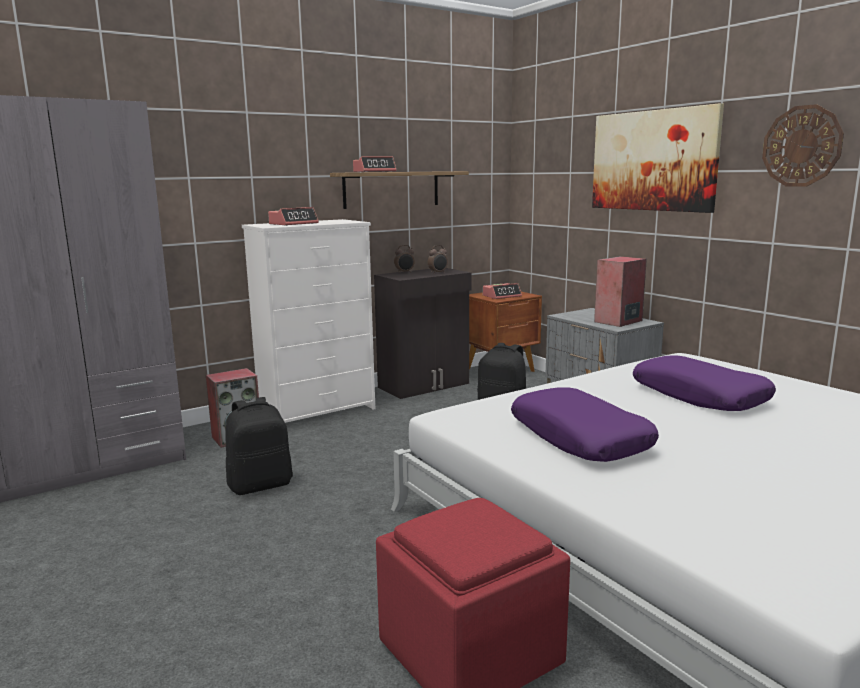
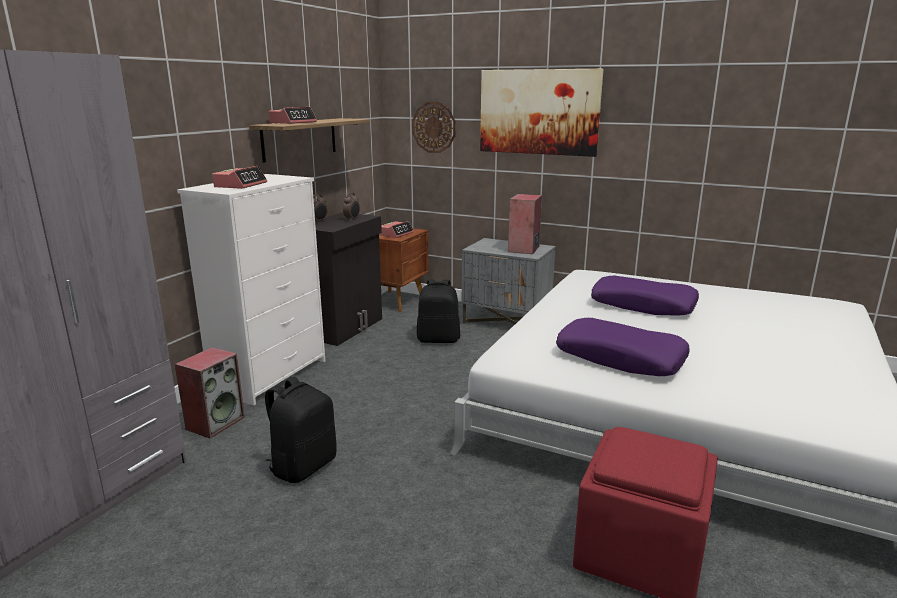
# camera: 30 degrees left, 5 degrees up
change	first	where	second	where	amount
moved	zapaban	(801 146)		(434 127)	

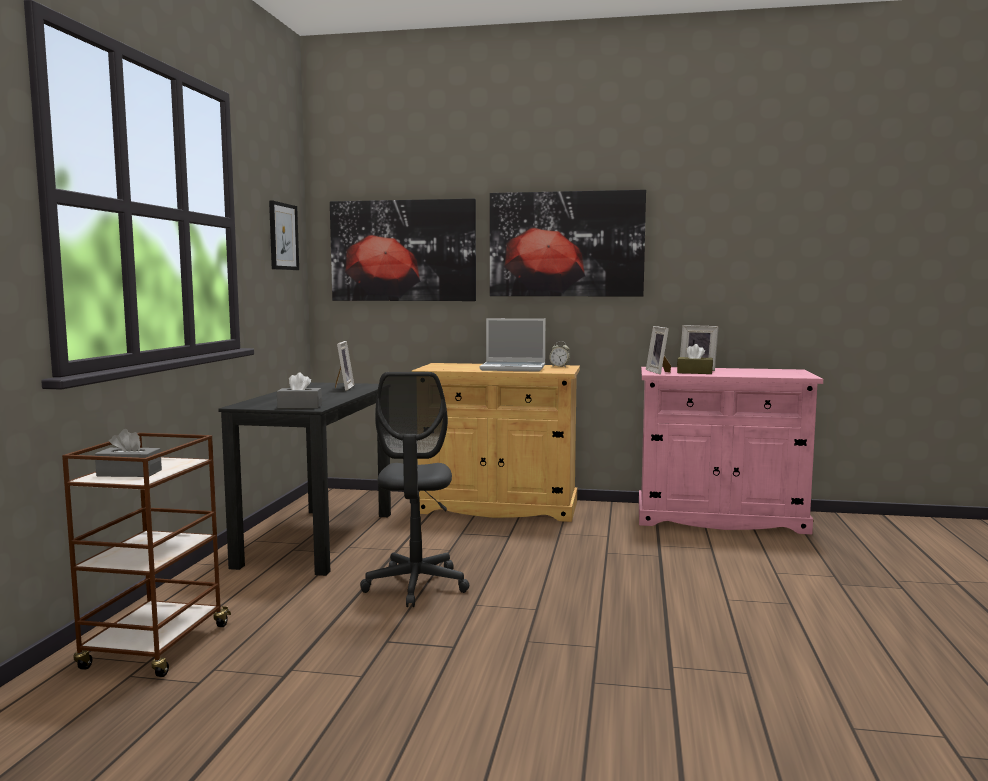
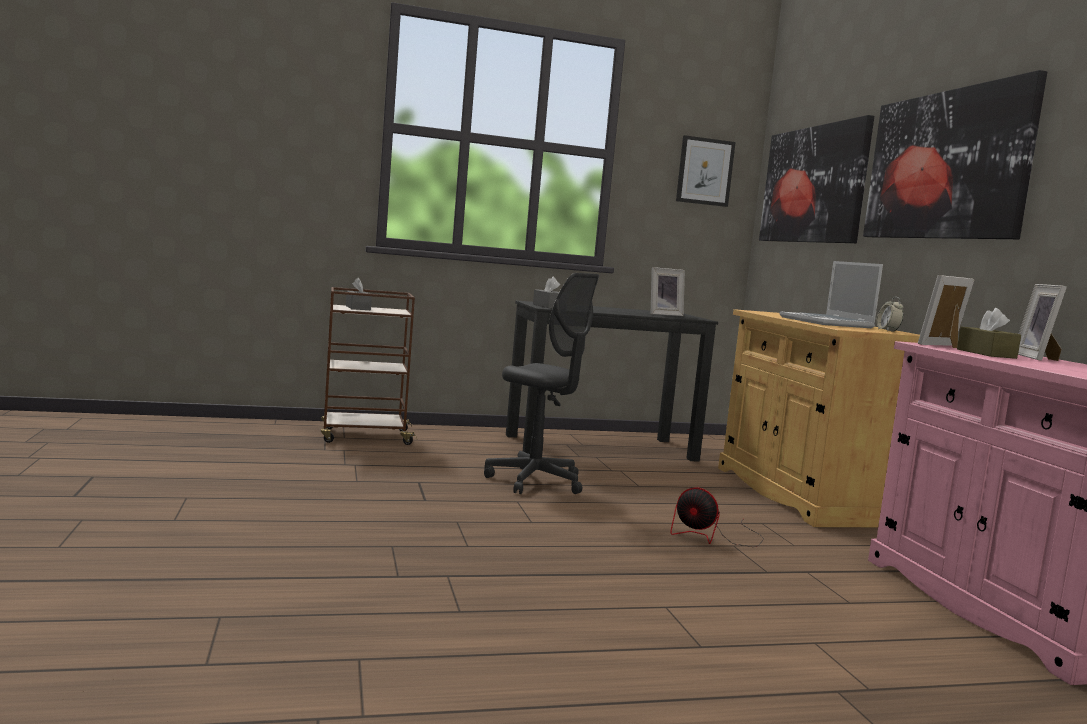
# camera: 65 degrees right, 0 degrees up
change	first	where	second	where	amount
turned	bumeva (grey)	(416 586)		(535 481)	120 degrees counterclockwise
added			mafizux	(713 536)	

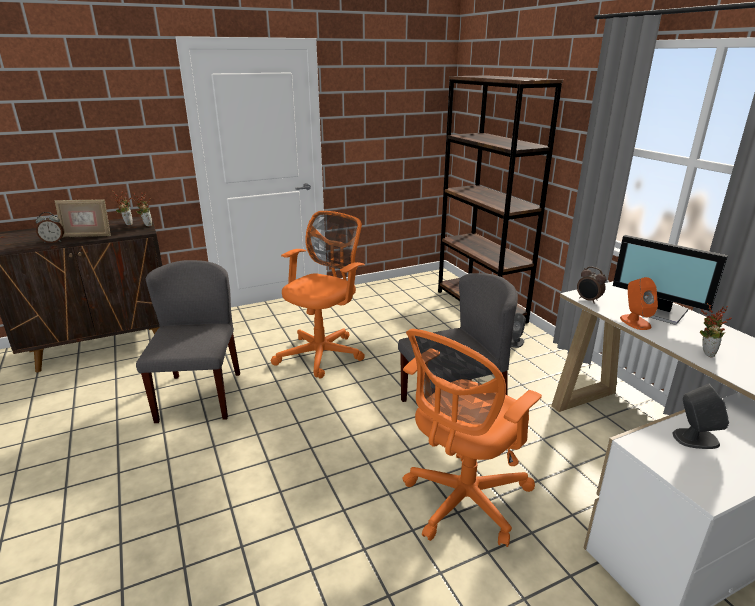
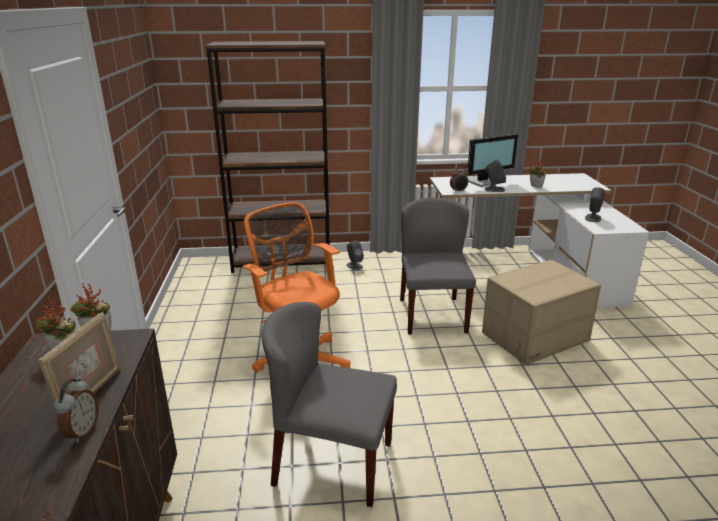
# camera: 70 degrees left, 0 degrees up
change	first	where	second	where	amount
recoloured	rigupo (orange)	(635 322)	rigupo (grey)	(494 189)	
replaced	bumeva (orange)	(462 502)	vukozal	(535 337)	

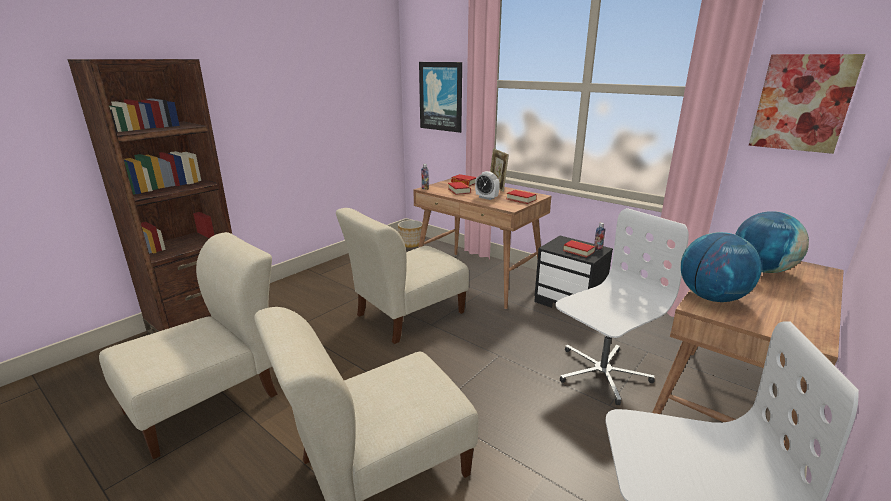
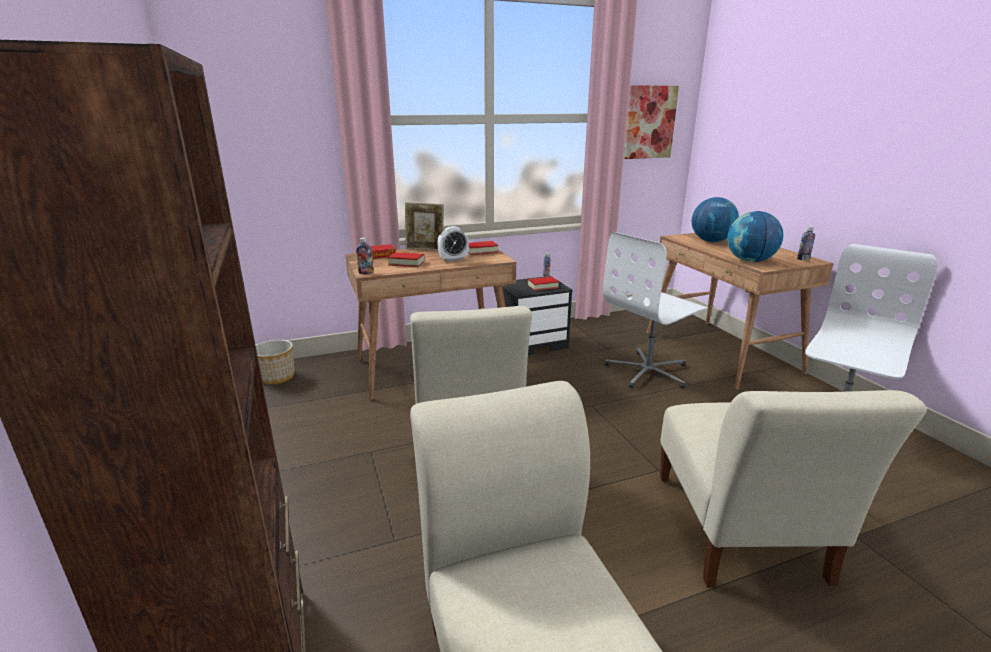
# camera: 60 degrees left, 0 degrees up
change	first	where	second	where	amount
removed	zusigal	(441 96)			
turned	bumeva (white)	(601 372)		(648 371)	120 degrees counterclockwise
added			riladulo	(803 259)	

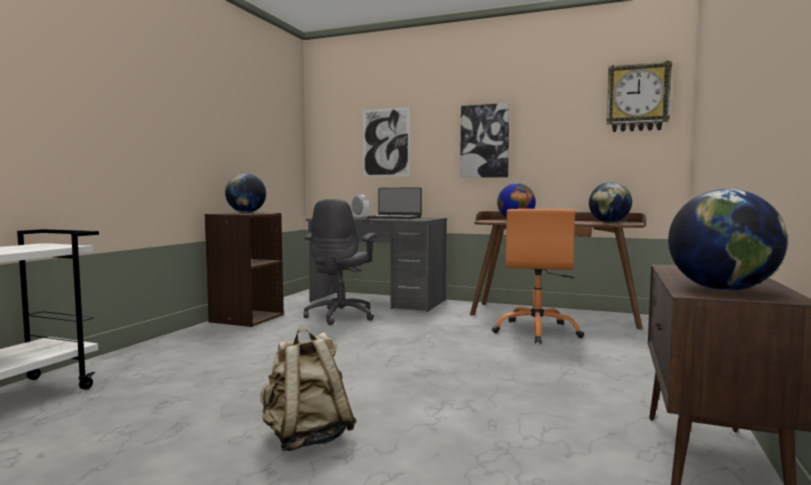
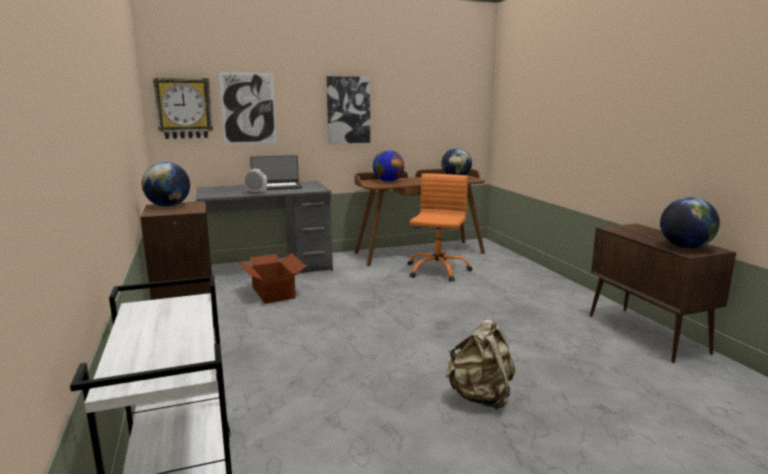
# camera: 40 degrees left, 10 degrees up
change	first	where	second	where	amount
moved	zapaban	(638 98)		(184 108)	
replaced	bumeva (grey)	(341 316)	vukozal	(273 293)	
turned	bumeva (orange)	(537 331)		(437 270)	135 degrees counterclockwise

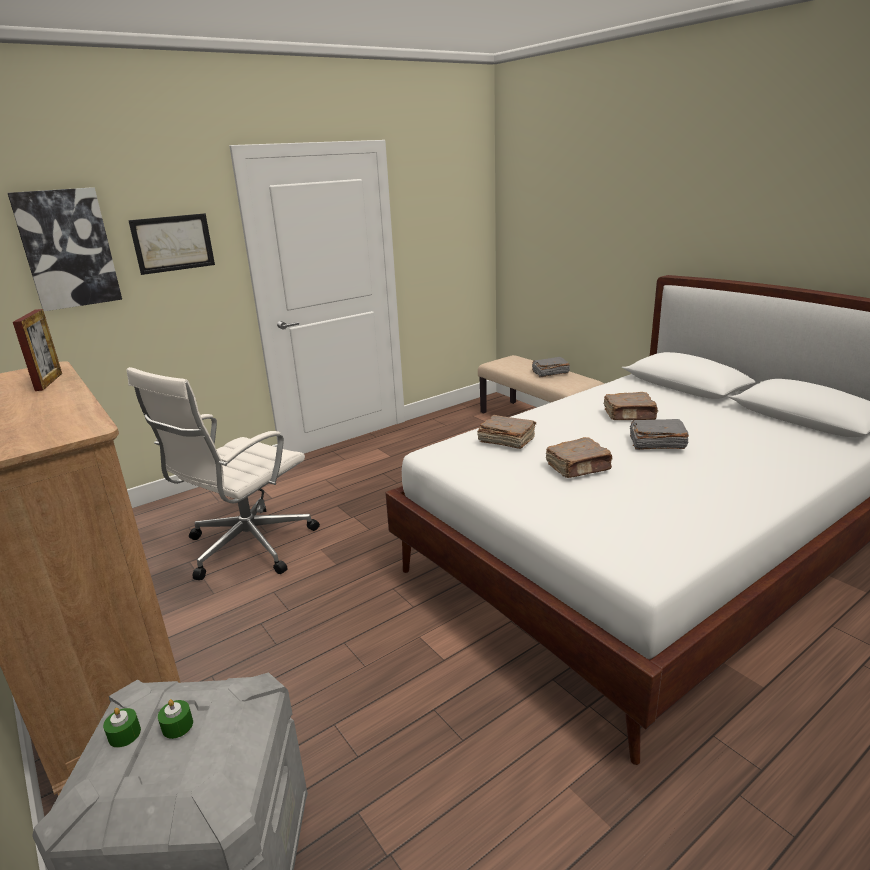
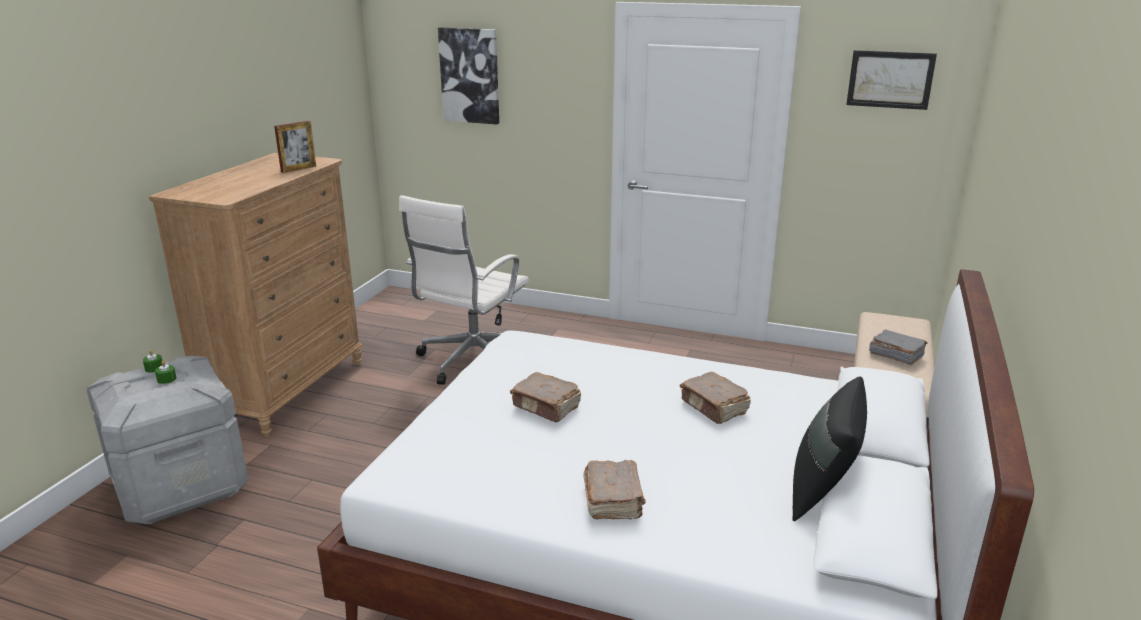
# camera: 55 degrees right, 0 degrees up
change	first	where	second	where	amount
moved	zusigal	(173 243)		(890 79)	
turned	bumeva (white)	(246 547)		(472 361)	60 degrees counterclockwise
moved	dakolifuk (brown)	(506 440)		(613 500)	
removed	dakolifuk (grey)	(656 444)			
added			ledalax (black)	(822 493)	

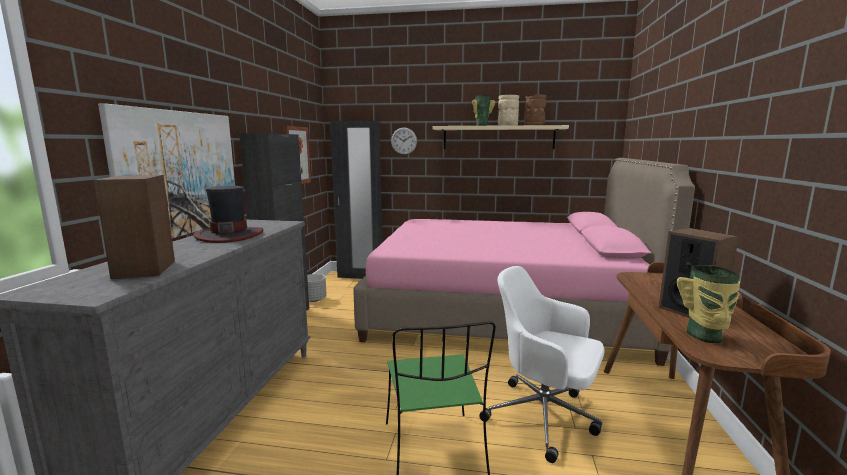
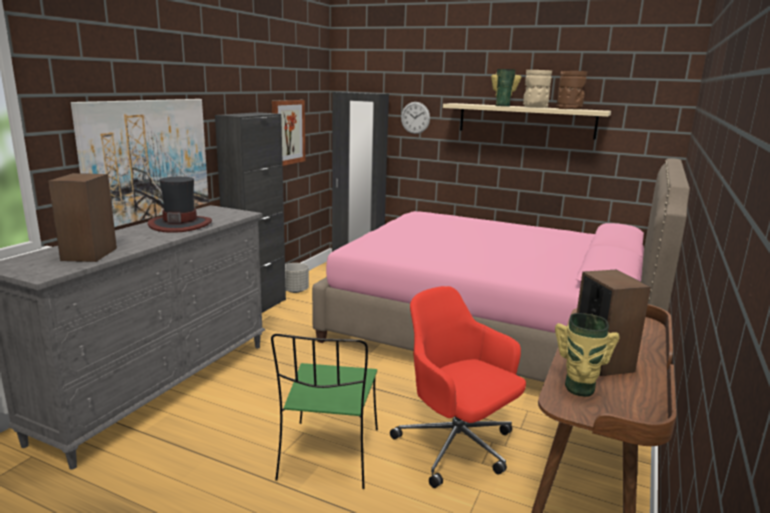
# camera: 15 degrees right, 5 degrees up
change	first	where	second	where	amount
recoloured	bumeva (white)	(544 417)	bumeva (red)	(457 447)	

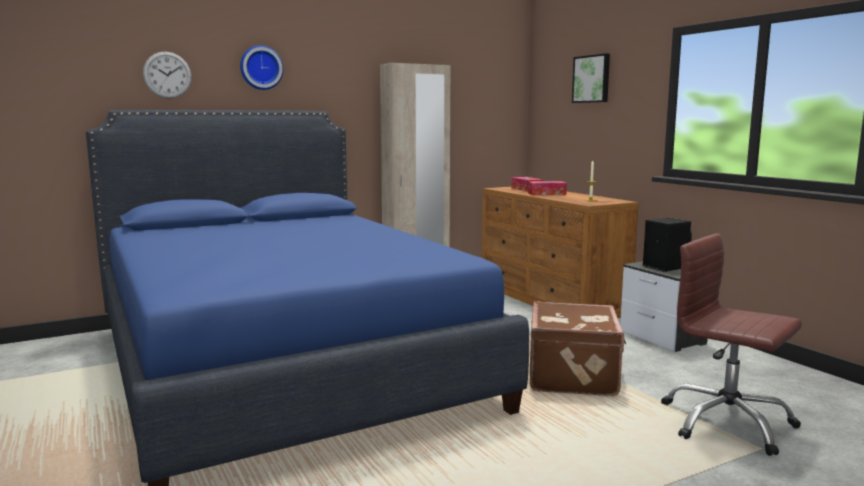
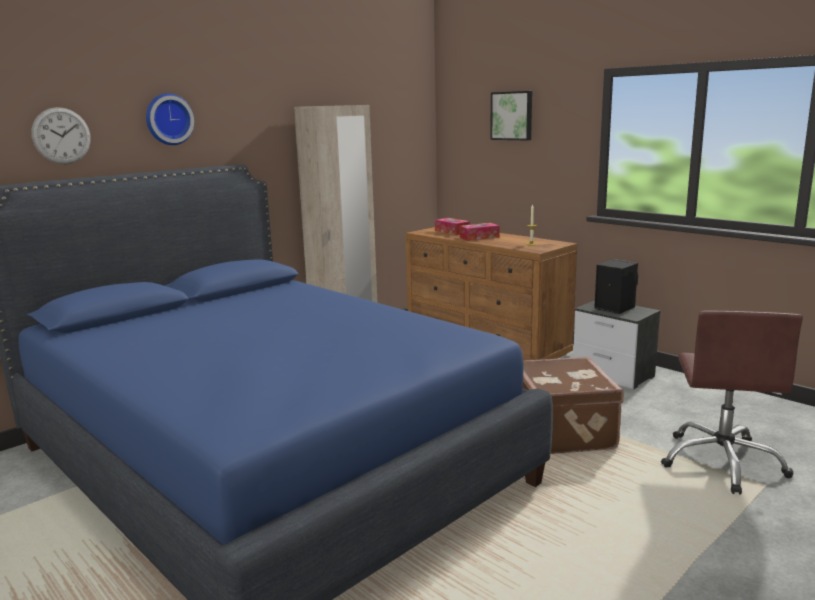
# camera: 15 degrees left, 5 degrees up
change	first	where	second	where	amount
turned	bumeva (brown)	(726 423)		(722 462)	105 degrees counterclockwise

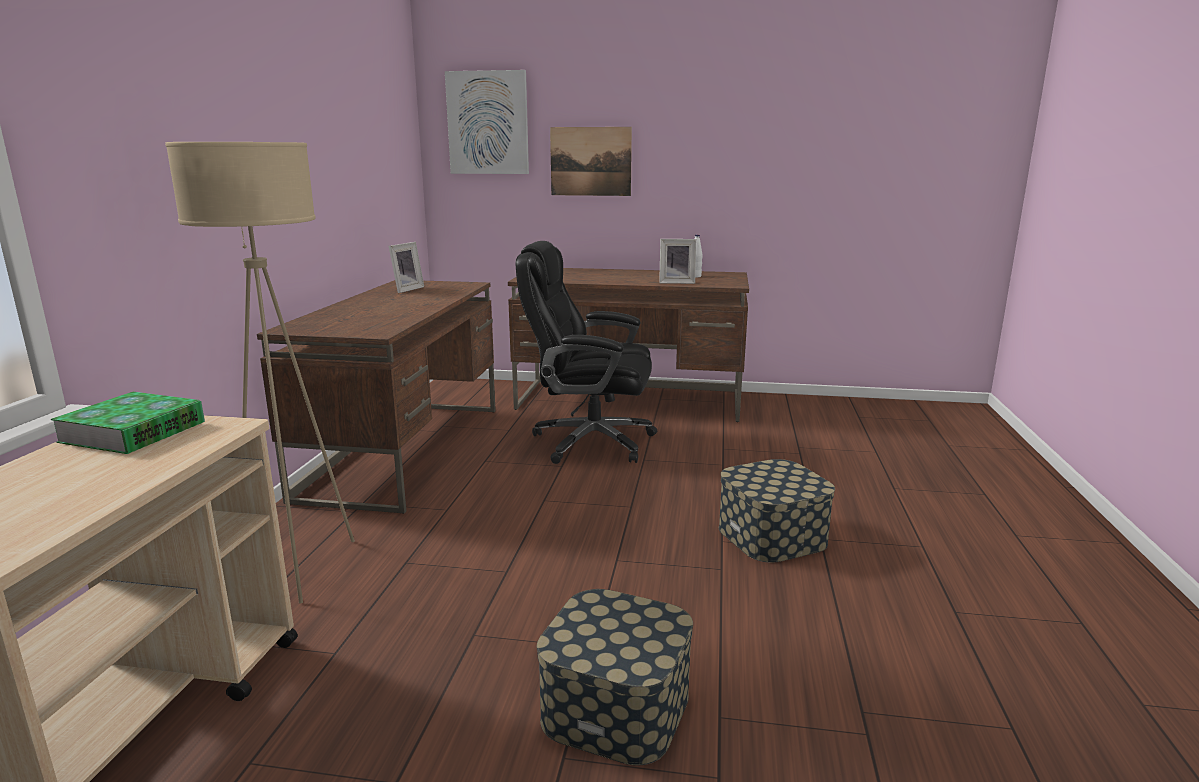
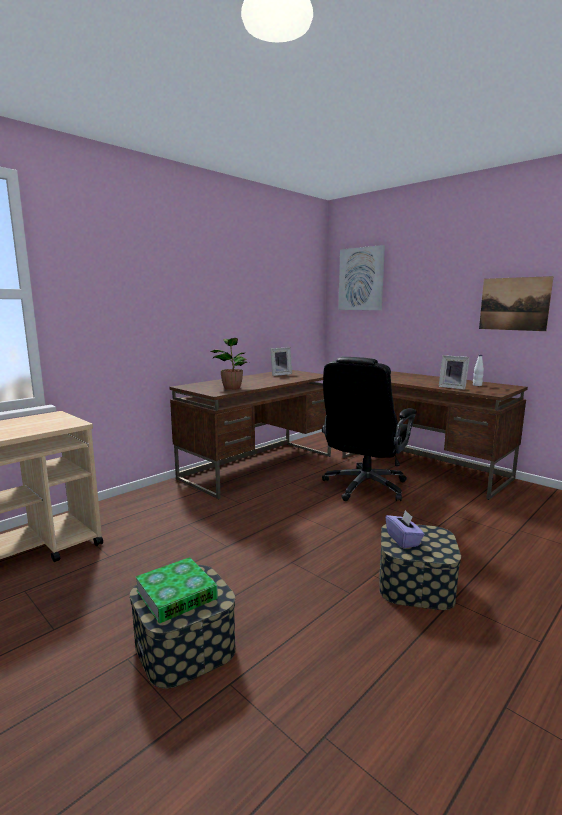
# camera: 35 degrees right, 5 degrees down
change	first	where	second	where	amount
moved	zusigal	(590 161)		(514 304)	
removed	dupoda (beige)	(298 568)			
turned	bumeva (black)	(590 442)		(364 487)	105 degrees counterclockwise
moved	dakolifuk	(133 432)		(176 595)	
added			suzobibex	(231 388)	
added			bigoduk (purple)	(403 540)	

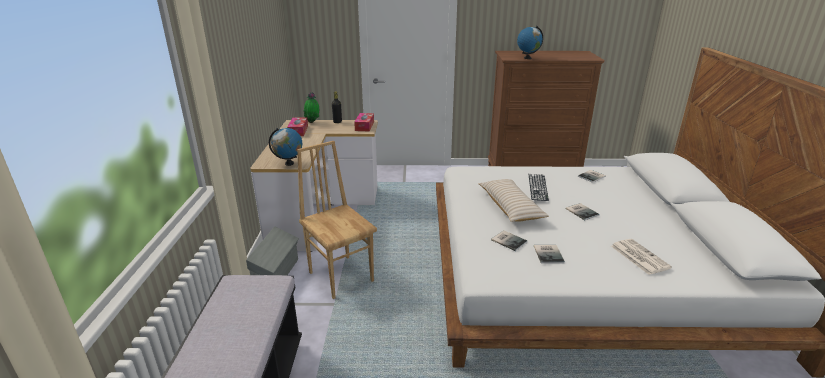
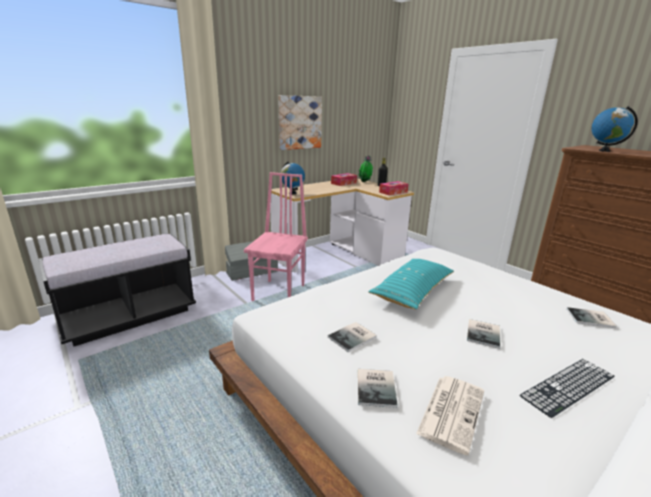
# camera: 50 degrees right, 5 degrees down
change	first	where	second	where	amount
recoloured	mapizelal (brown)	(341 276)	mapizelal (pink)	(280 293)	
moved	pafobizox	(538 187)		(568 386)	
recoloured	ledalax (beige)	(510 207)	ledalax (turquoise)	(412 291)	
moved	dakolifuk	(509 240)		(377 387)	
added			zusigal	(299 122)	

